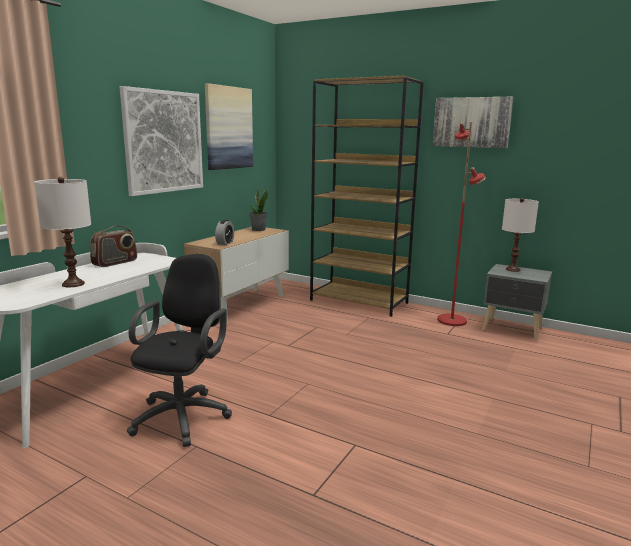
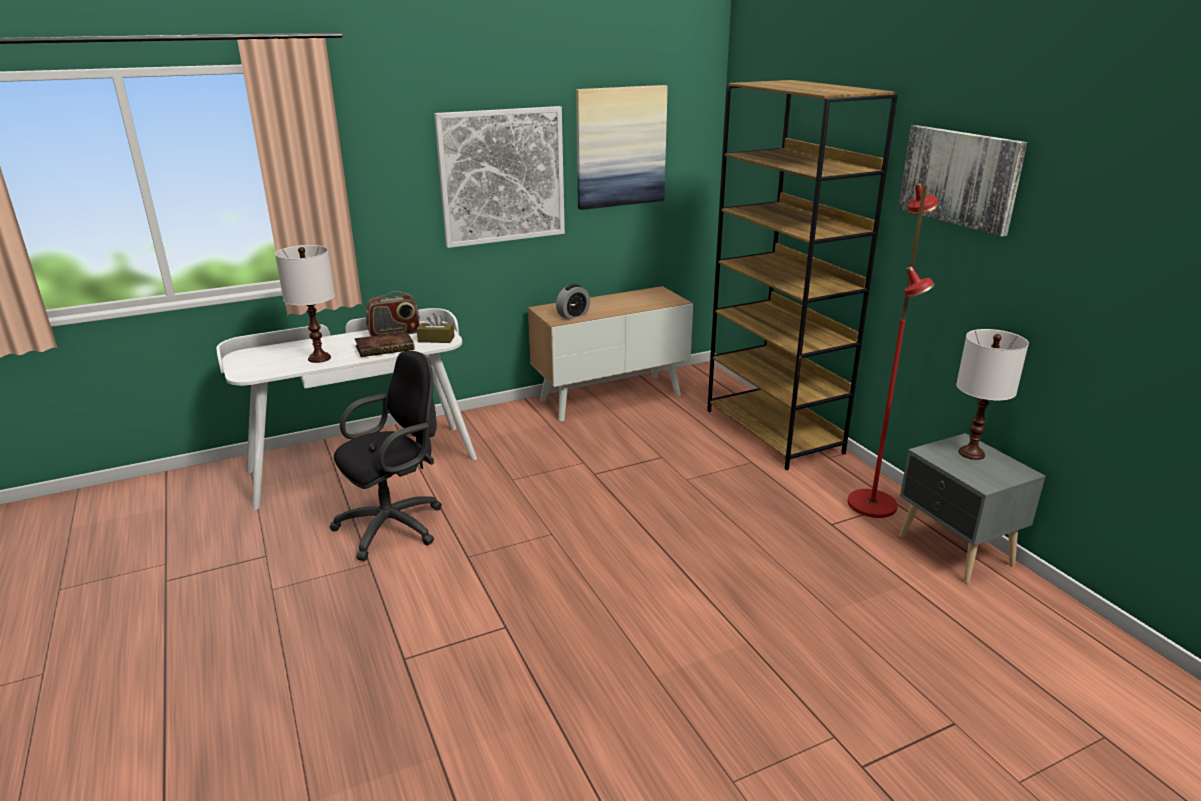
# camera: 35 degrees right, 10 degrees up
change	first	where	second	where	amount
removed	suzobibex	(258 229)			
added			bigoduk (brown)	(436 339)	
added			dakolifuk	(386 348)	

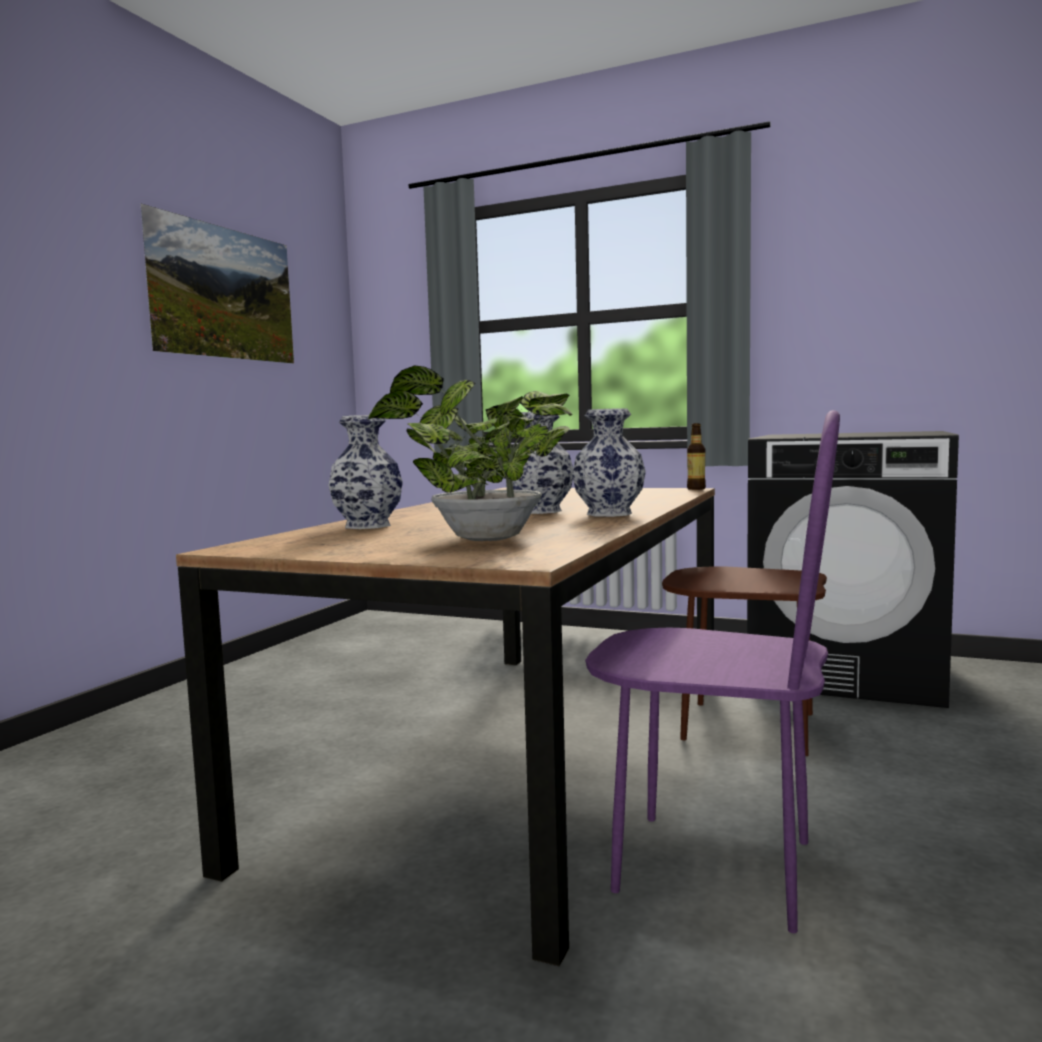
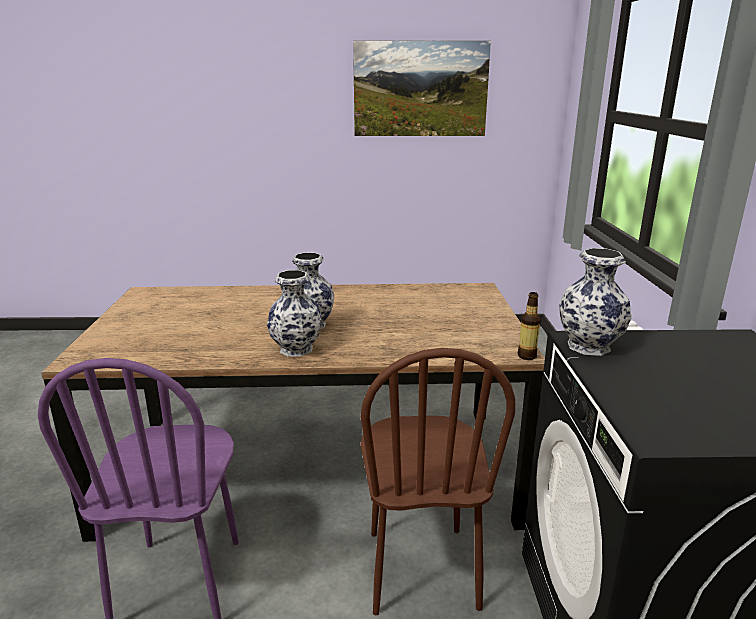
# camera: 65 degrees right, 15 degrees up
change	first	where	second	where	amount
removed	suzobibex	(479 538)			
moved	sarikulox	(367 525)		(589 346)	

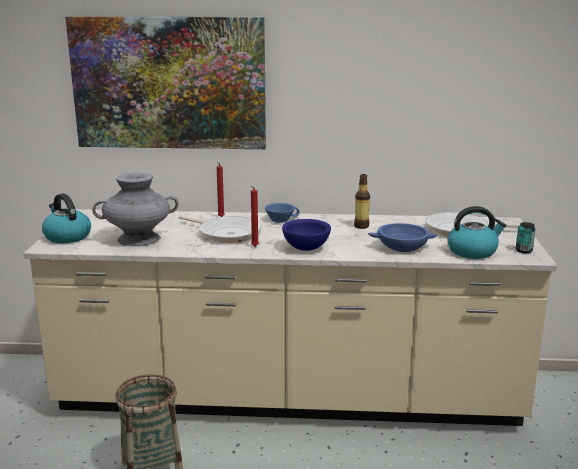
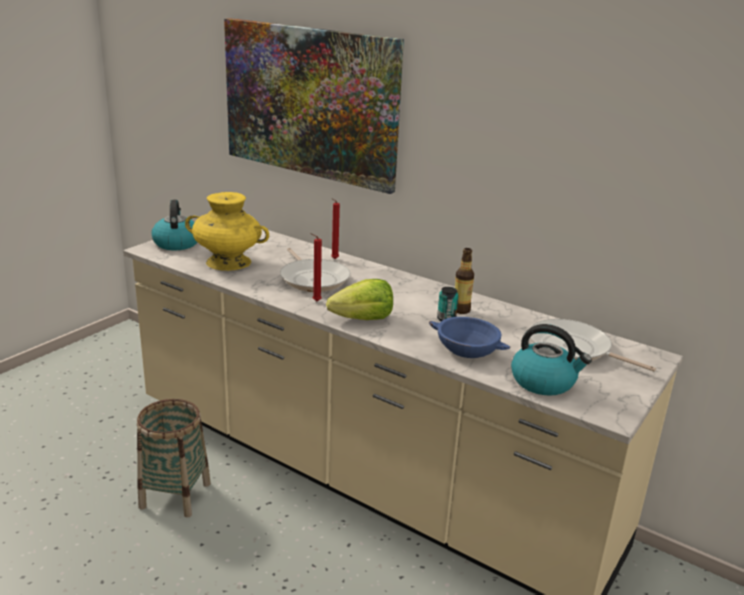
# camera: 30 degrees right, 5 degrees up
change	first	where	second	where	amount
recoloured	sarikulox (grey)	(138 239)	sarikulox (yellow)	(228 262)	
removed	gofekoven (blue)	(280 219)			
replaced	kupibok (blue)	(307 248)	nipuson	(363 319)	
moved	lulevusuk	(524 250)		(446 319)	

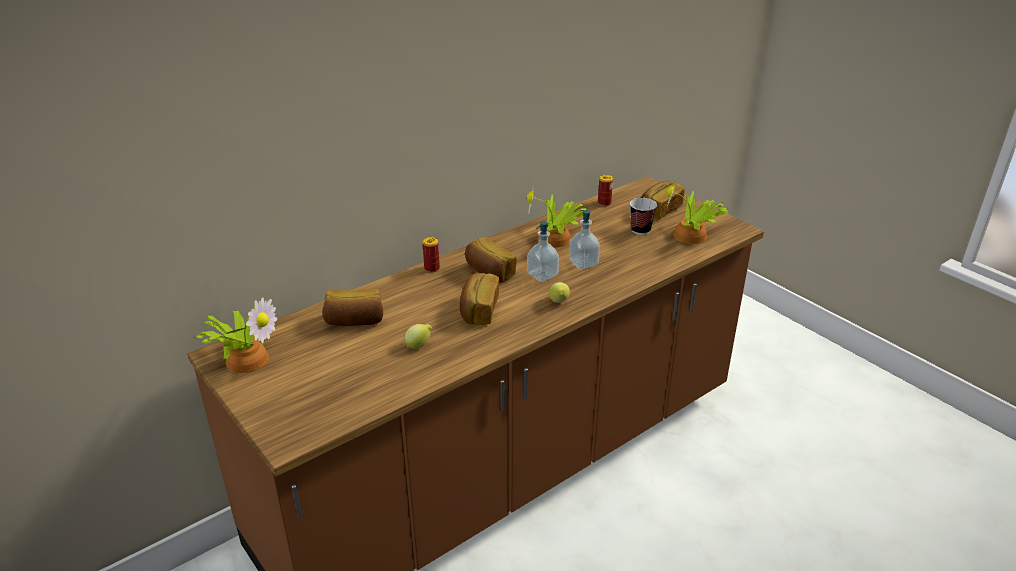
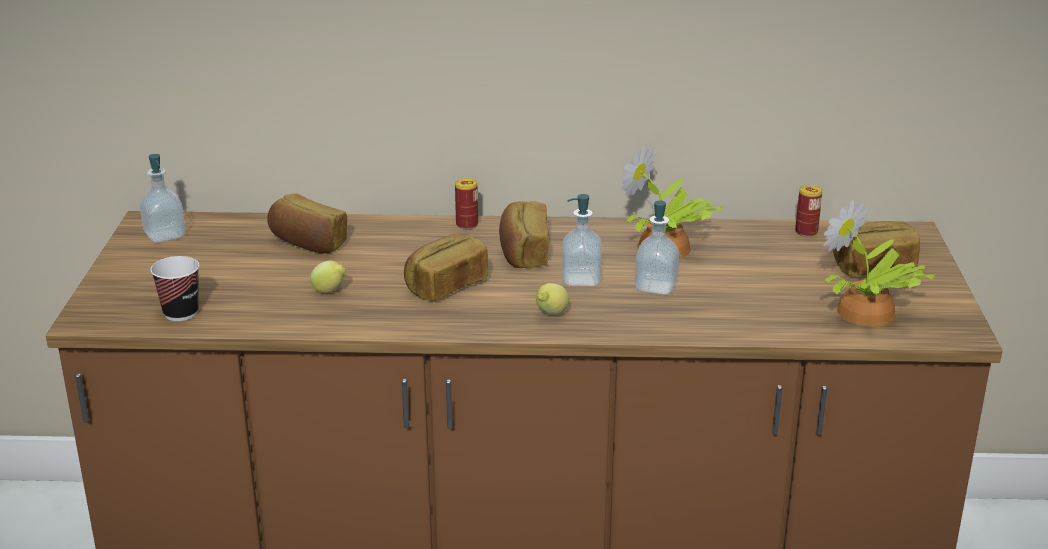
# camera: 40 degrees right, 5 degrees down
change	first	where	second	where	amount
moved	gofekoven	(640 230)		(181 313)	
replaced	suzobibex	(246 358)	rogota	(165 235)	

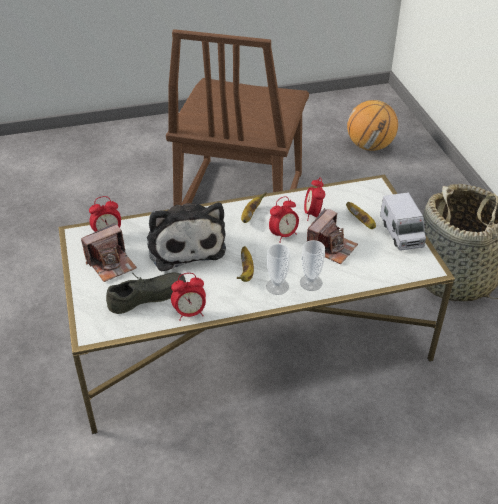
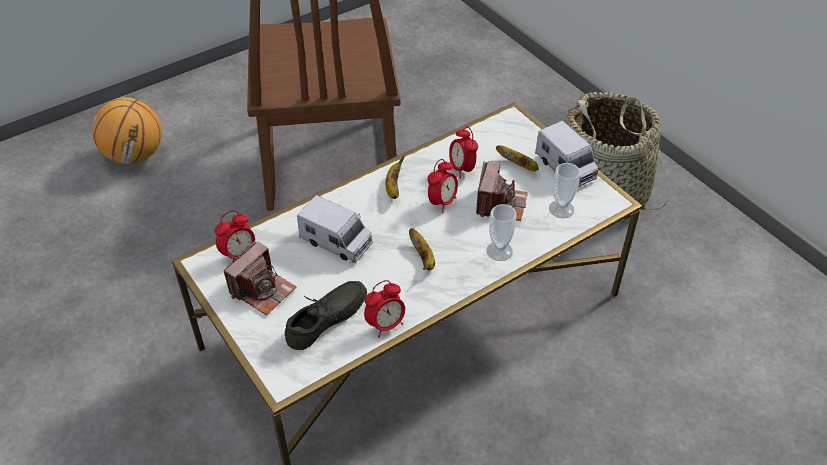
# camera: 20 degrees left, 5 degrees up
change	first	where	second	where	amount
moved	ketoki	(370 146)		(135 155)	
replaced	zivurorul	(185 244)	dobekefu	(336 242)	
moved	gofekoven	(277 286)		(561 209)	

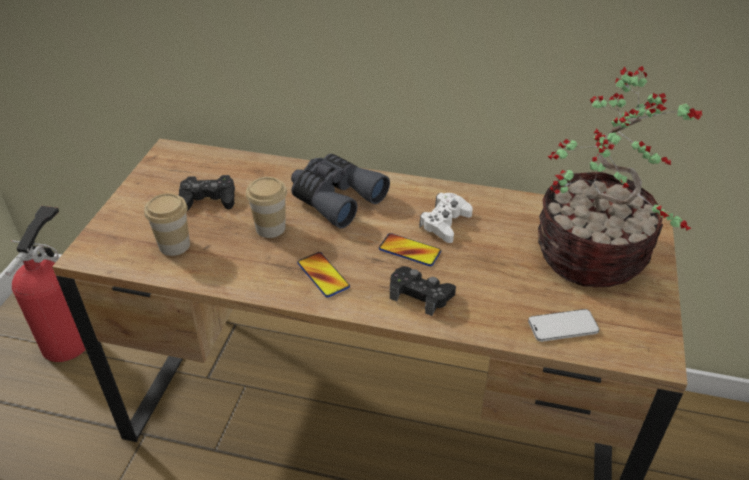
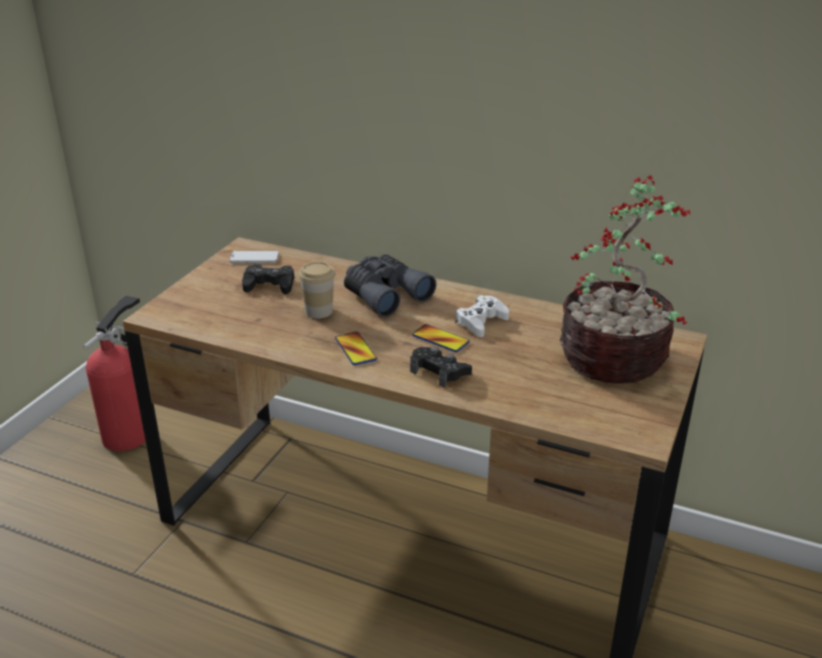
# camera: 10 degrees right, 10 degrees down
change	first	where	second	where	amount
removed	gofekoven	(174 245)			
moved	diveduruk	(562 327)		(254 258)	

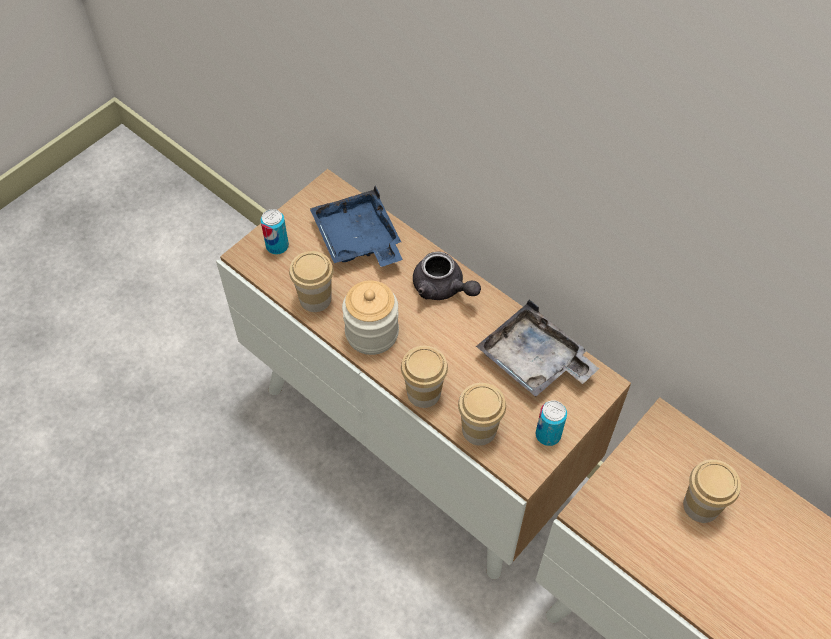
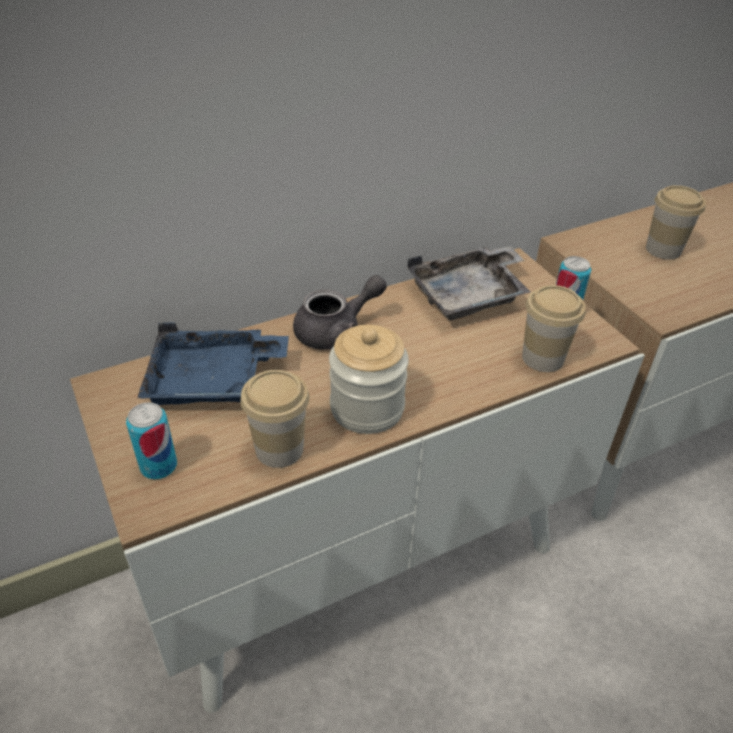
# camera: 70 degrees left, 15 degrees down
change	first	where	second	where	amount
removed	gofekoven	(423 393)			

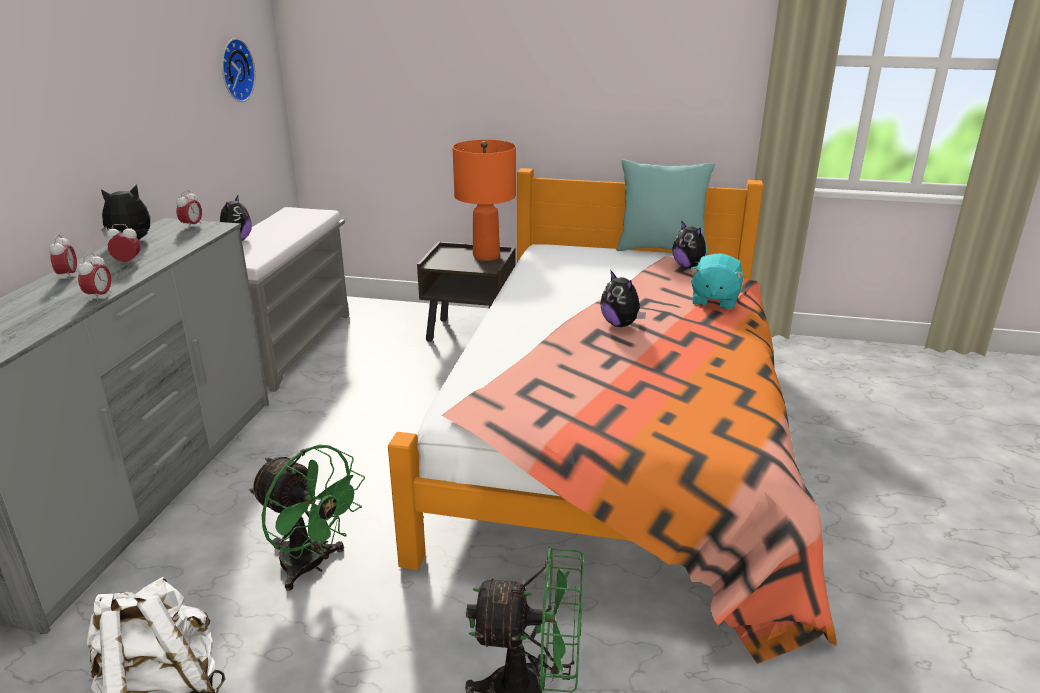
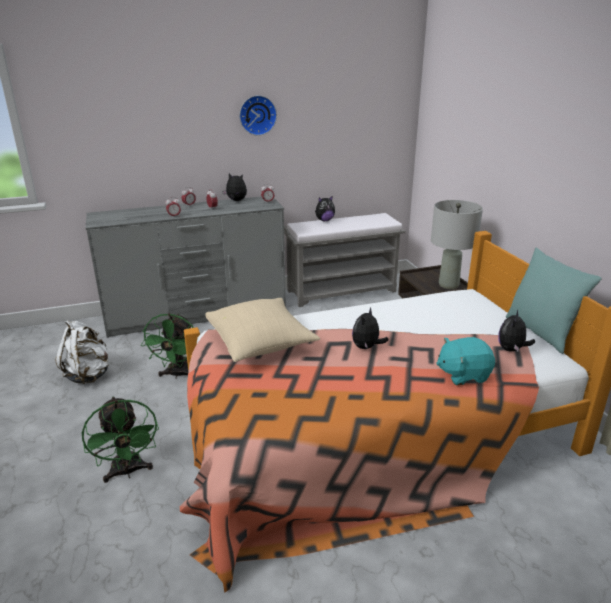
# camera: 60 degrees right, 0 degrees up
change	first	where	second	where	amount
moved	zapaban	(234 70)		(257 115)	
recoloured	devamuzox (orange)	(486 256)	devamuzox (grey)	(448 285)	
added			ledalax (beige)	(261 344)	

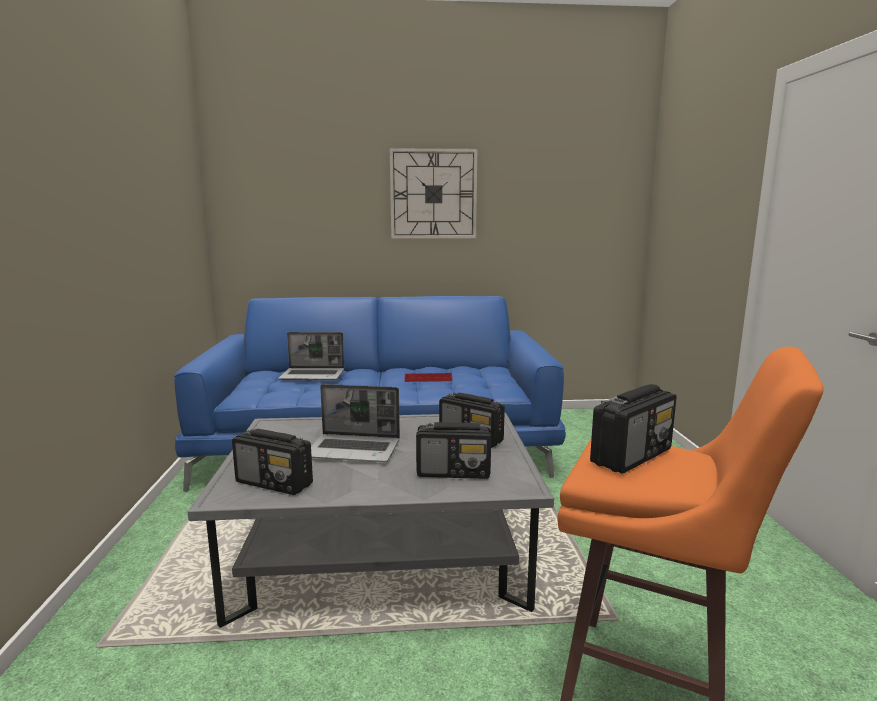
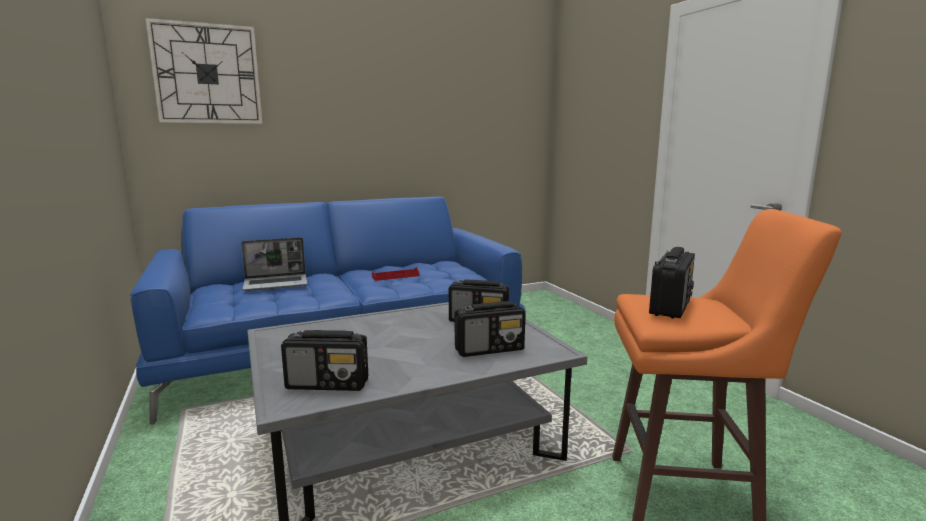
# camera: 20 degrees left, 0 degrees up
change	first	where	second	where	amount
moved	zapaban	(433 194)		(207 74)	
removed	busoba	(355 450)			

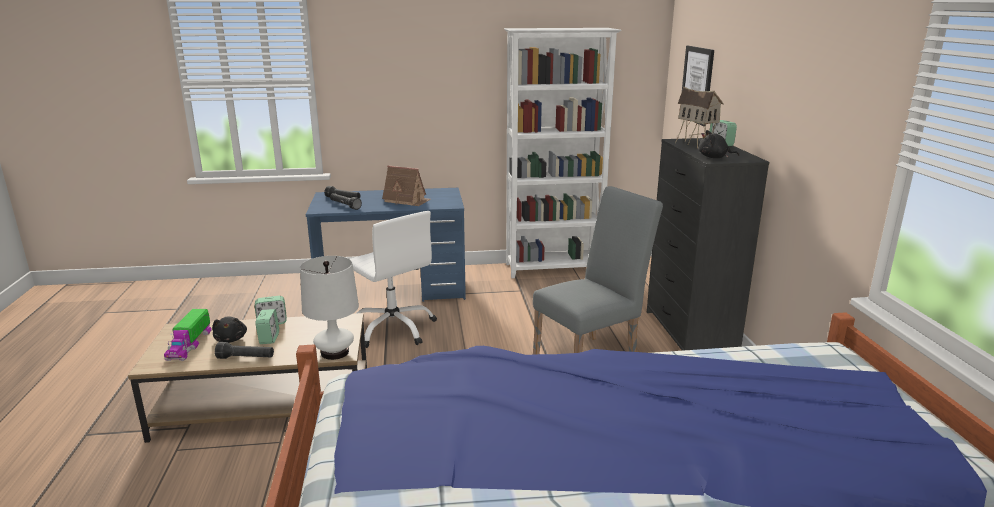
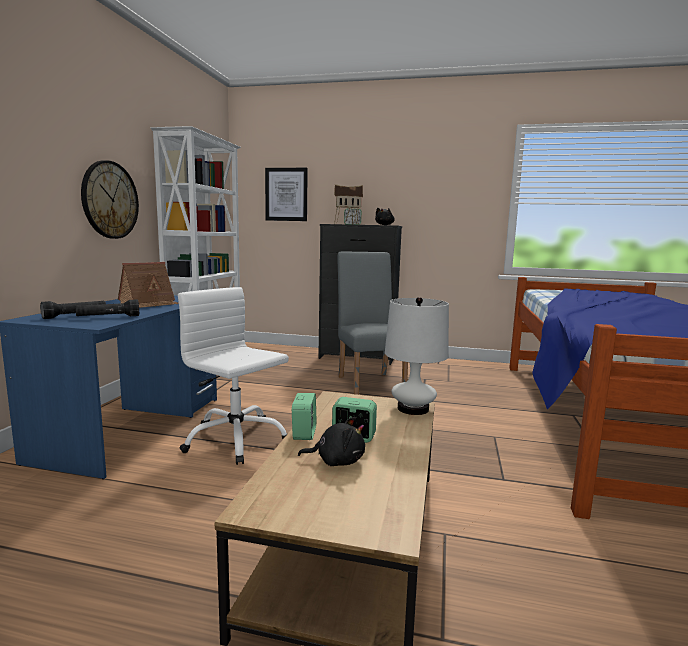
# camera: 70 degrees left, 10 degrees down
change	first	where	second	where	amount
turned	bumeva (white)	(393 328)		(235 439)	120 degrees counterclockwise
removed	dobekefu	(190 345)			
removed	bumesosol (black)	(246 358)			
added			zapaban	(110 200)	

